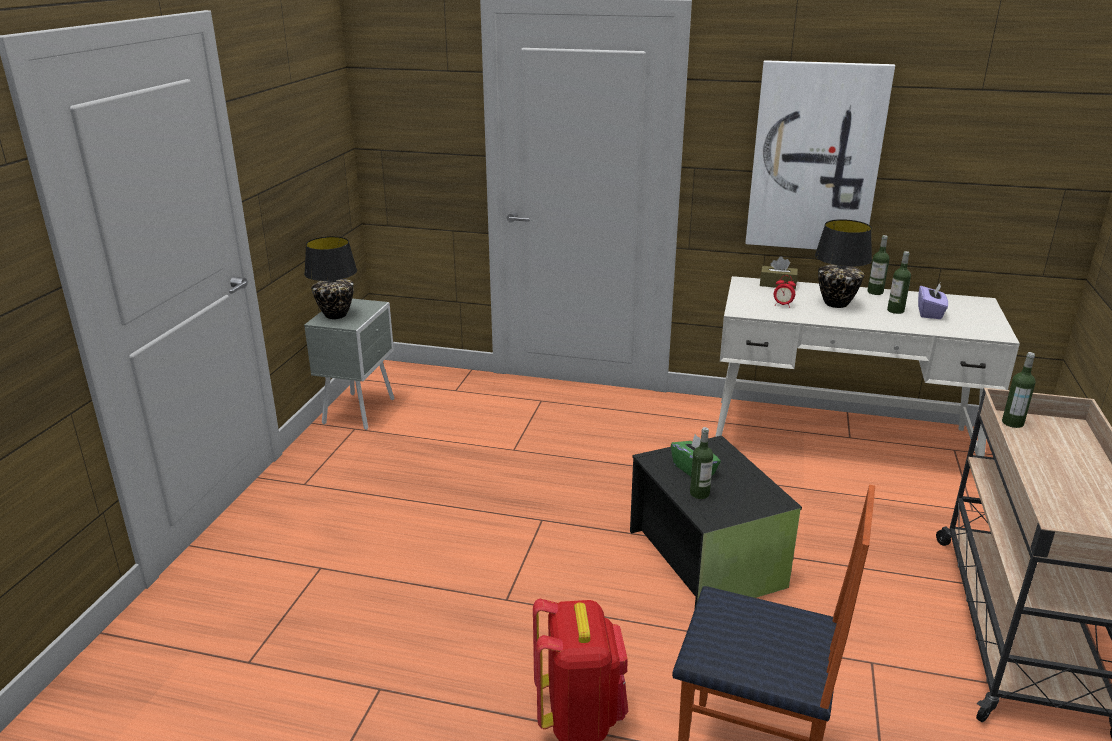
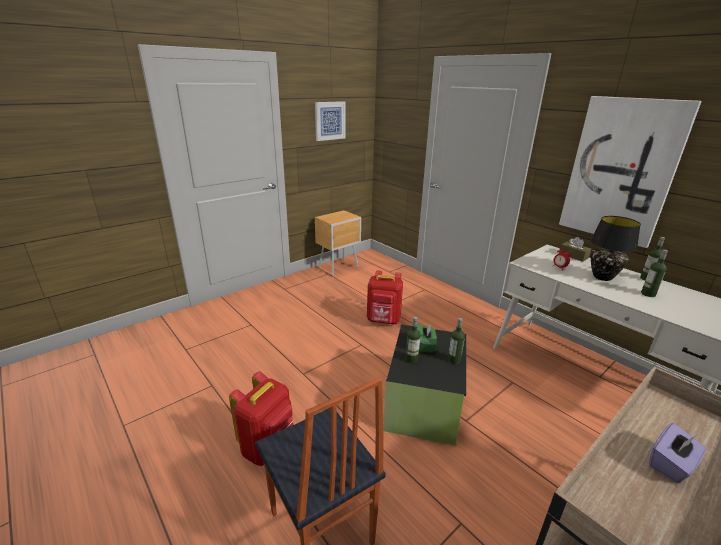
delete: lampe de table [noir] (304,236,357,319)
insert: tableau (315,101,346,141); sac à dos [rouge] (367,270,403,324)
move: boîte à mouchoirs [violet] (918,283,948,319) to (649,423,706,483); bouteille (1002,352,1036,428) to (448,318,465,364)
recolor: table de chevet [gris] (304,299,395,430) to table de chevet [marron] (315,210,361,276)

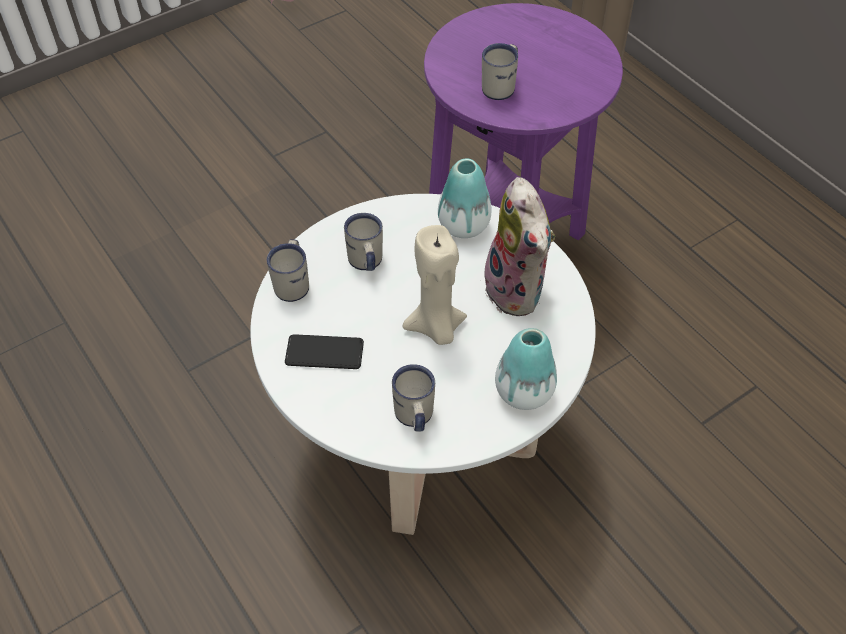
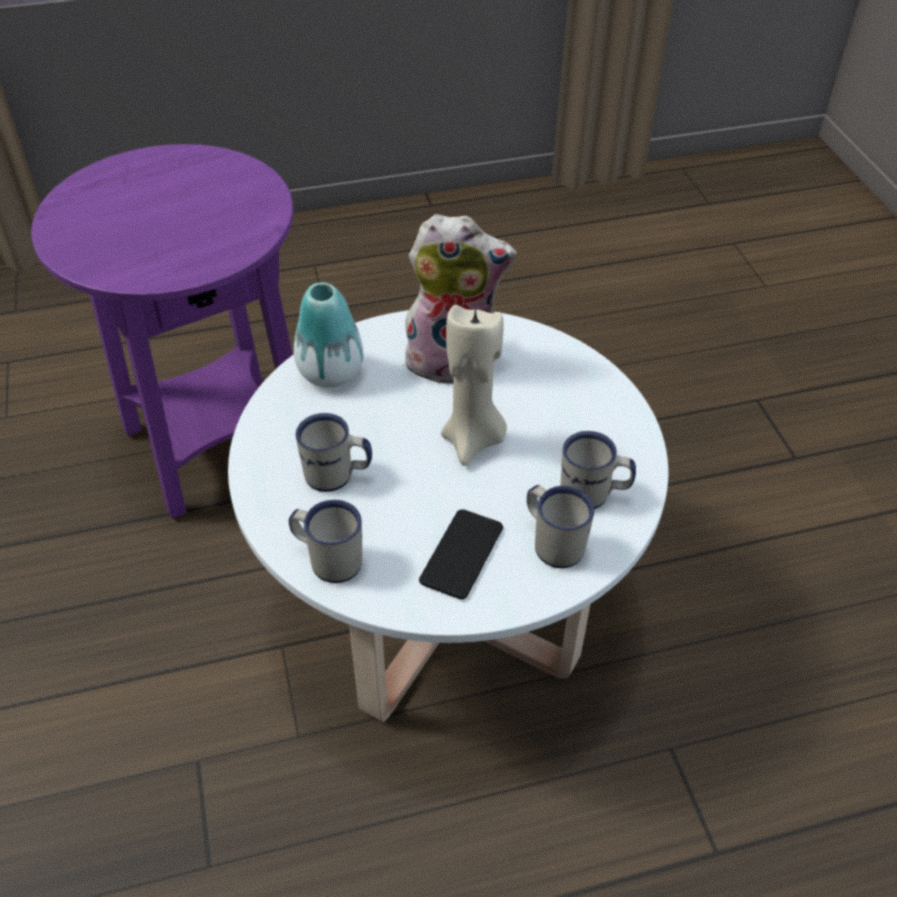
delete: vase (495,328,557,410)
move: mug [blanc] (482,43,518,100) to (527,485,594,568)

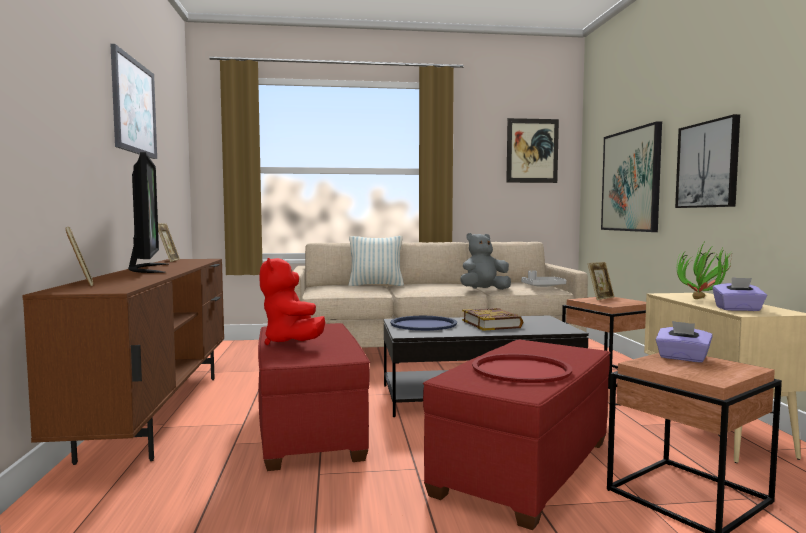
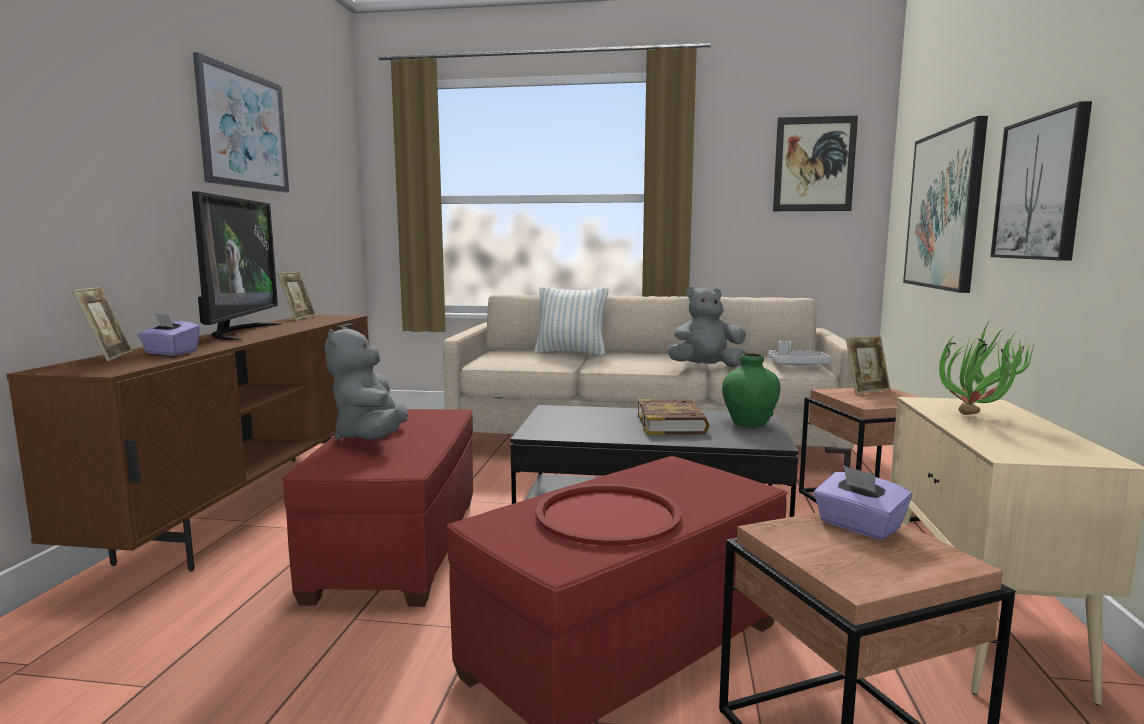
delete: plateau [bleu] (390,316,457,331)
insert: vase [vert] (722,353,781,428)
move: boîte à mouchoirs [violet] (713,277,767,311) to (137,313,200,356)
recolor: peluche [rouge] (259,258,325,345) to peluche [gris] (325,327,408,440)

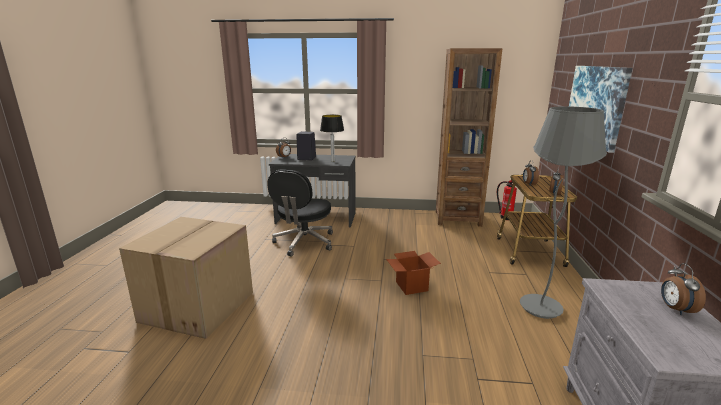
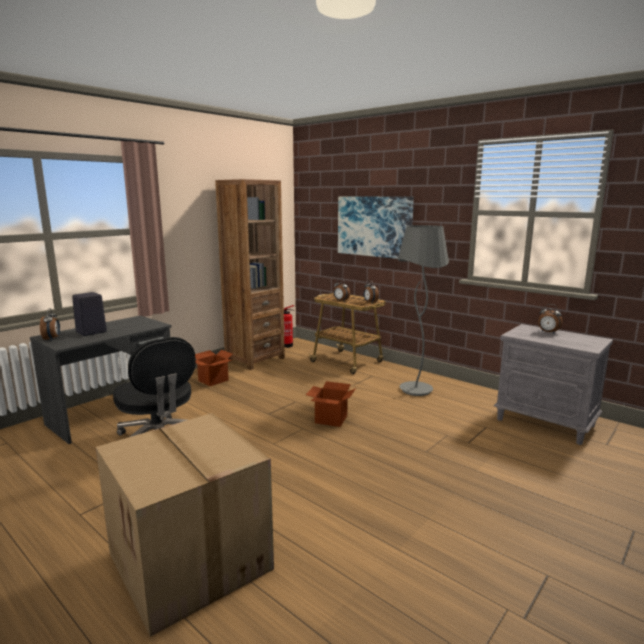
delete: lampe de table (320,115,344,162)
insert: carton (195,350,233,386)

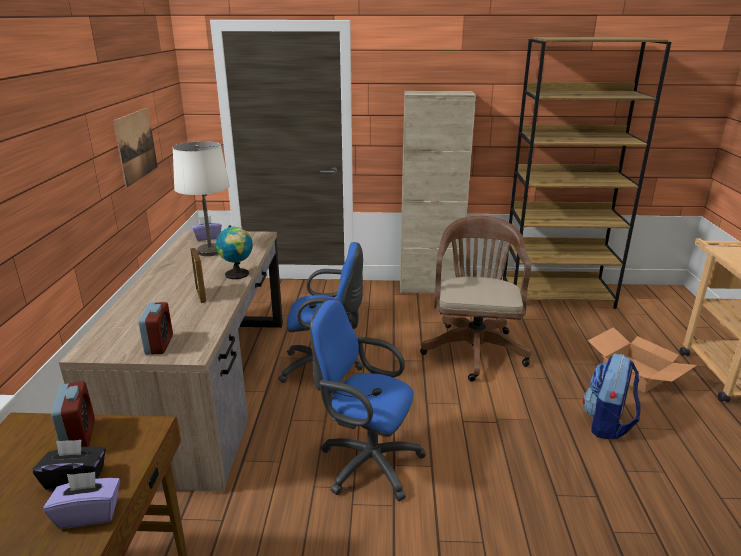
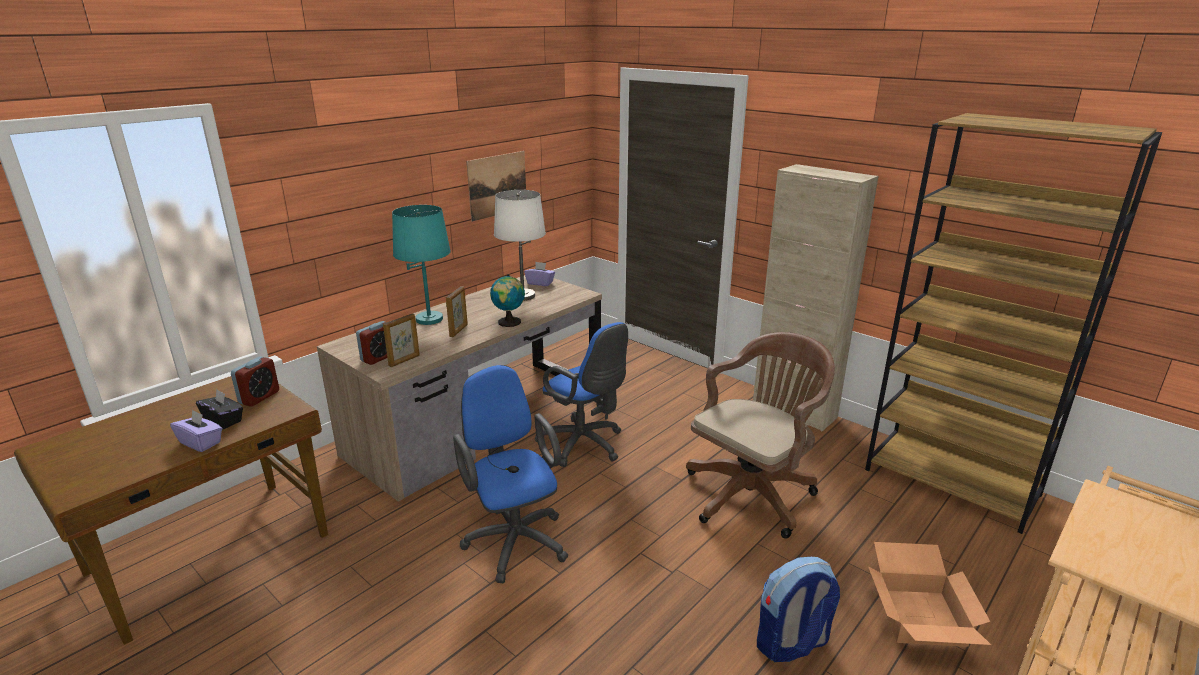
insert: cadre photo (383,313,420,367); lampe de table [turquoise] (392,205,451,325)

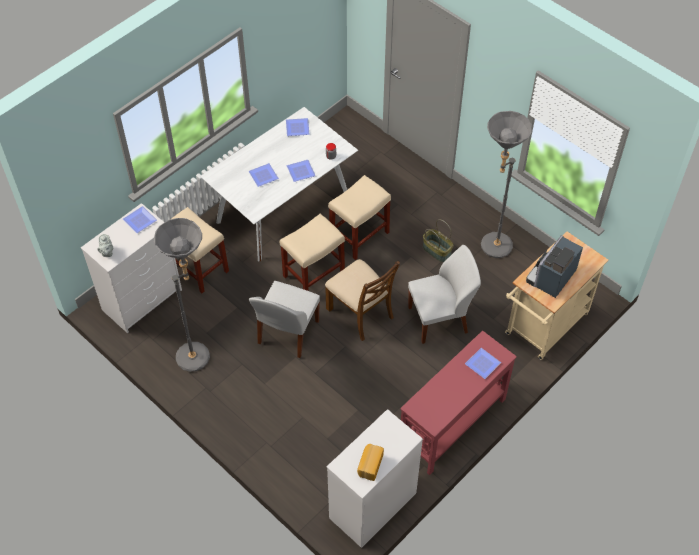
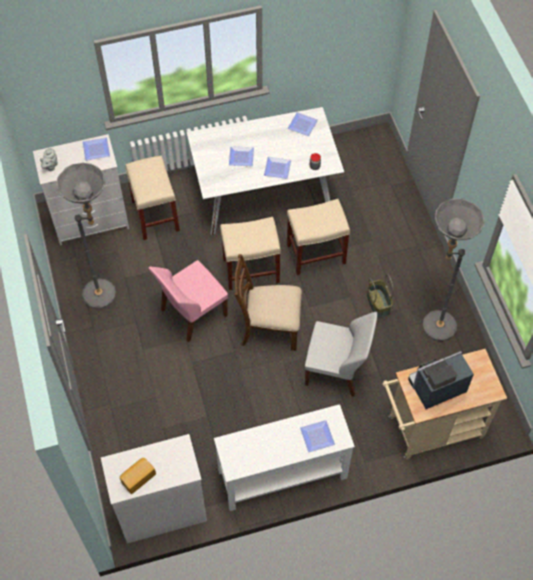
recolor: chaise [blanc] (249,281,320,358) to chaise [rose] (148,260,228,342); table console [rouge] (400,330,517,475) to table console [blanc] (214,404,355,511)
rotate: chaise [marron] (325,259,400,341) = (234,254,302,351) 105 degrees clockwise

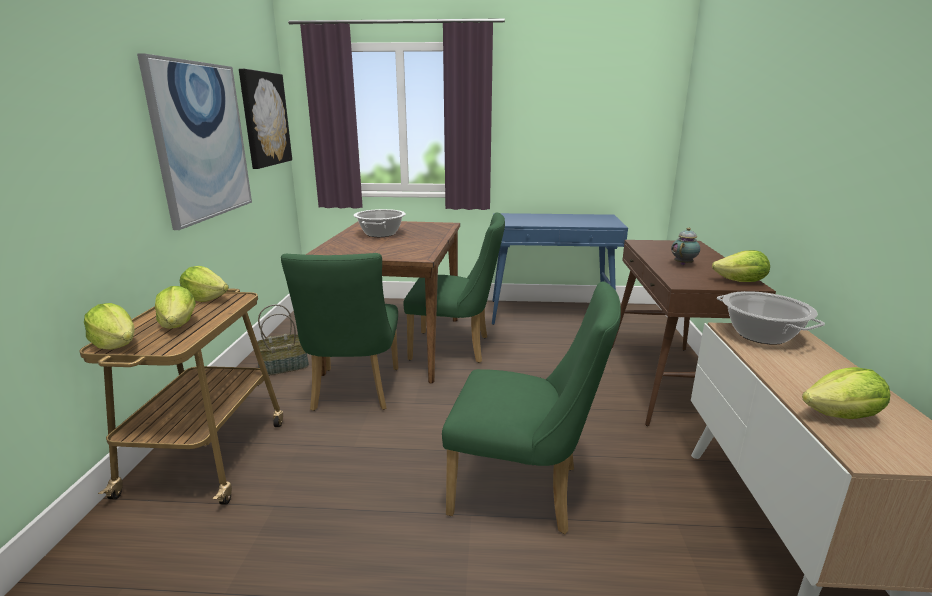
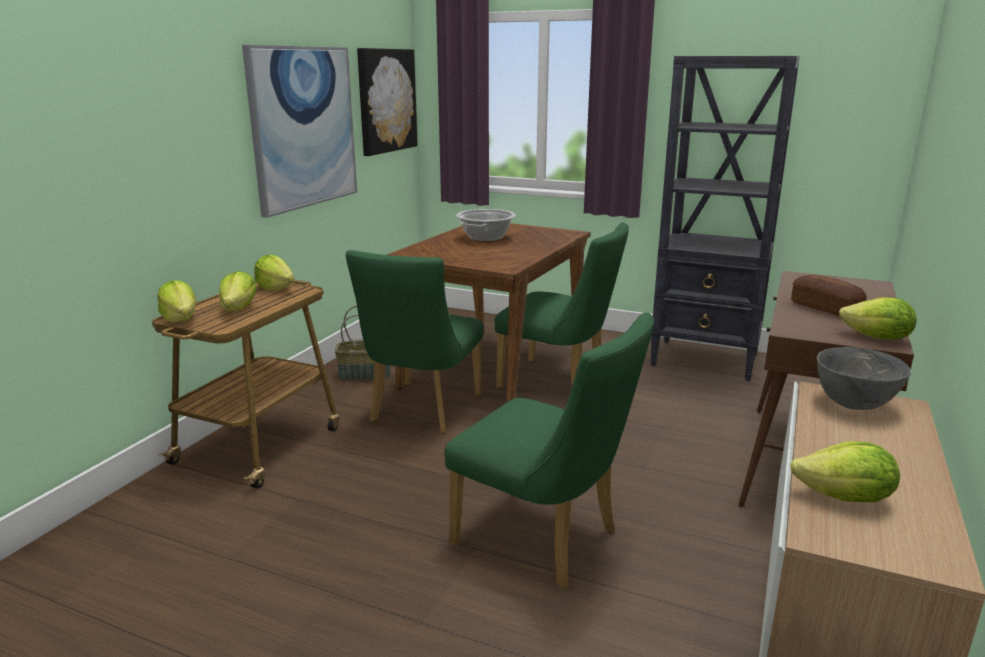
replace: table console [bleu] (492,213,628,325) to bibliothèque [noir] (650,56,800,381); théière (671,228,700,265) to pain (791,275,867,316); marmite (717,291,825,345) to bol [gris] (817,347,911,410)

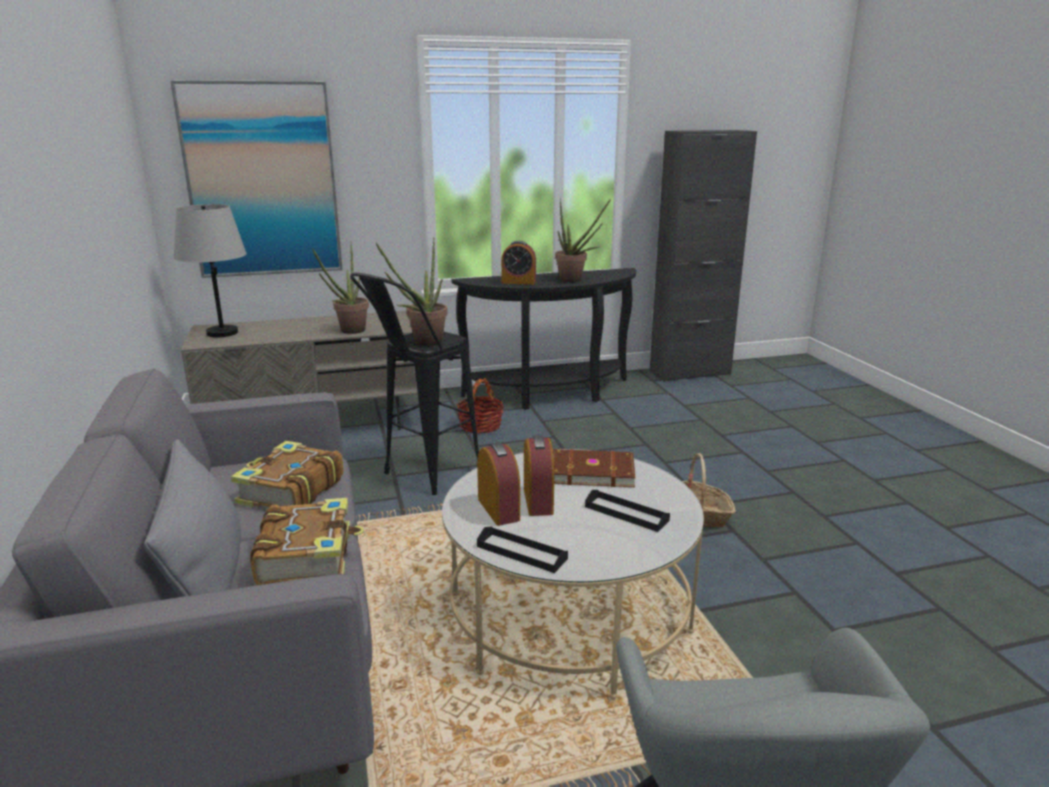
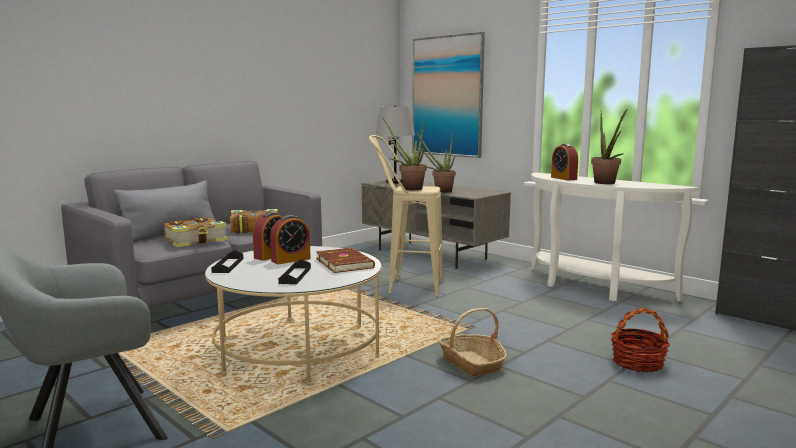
move: panier (456,378,504,433) to (611,308,670,372)
recolor: tabouret [noir] (350,273,479,495) to tabouret [beige] (369,135,444,296); table console [noir] (452,268,636,410) to table console [blanc] (531,172,699,302)

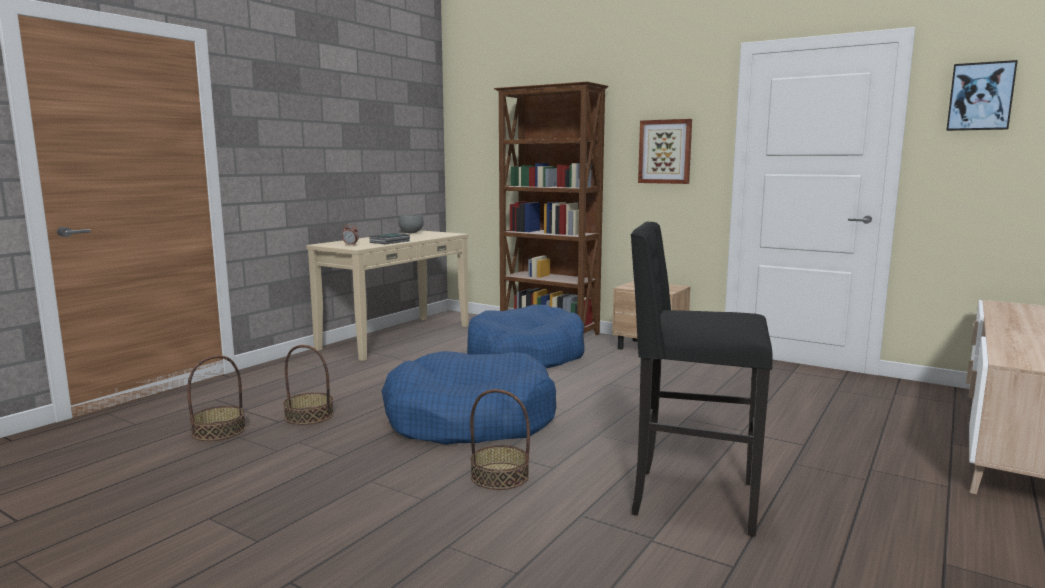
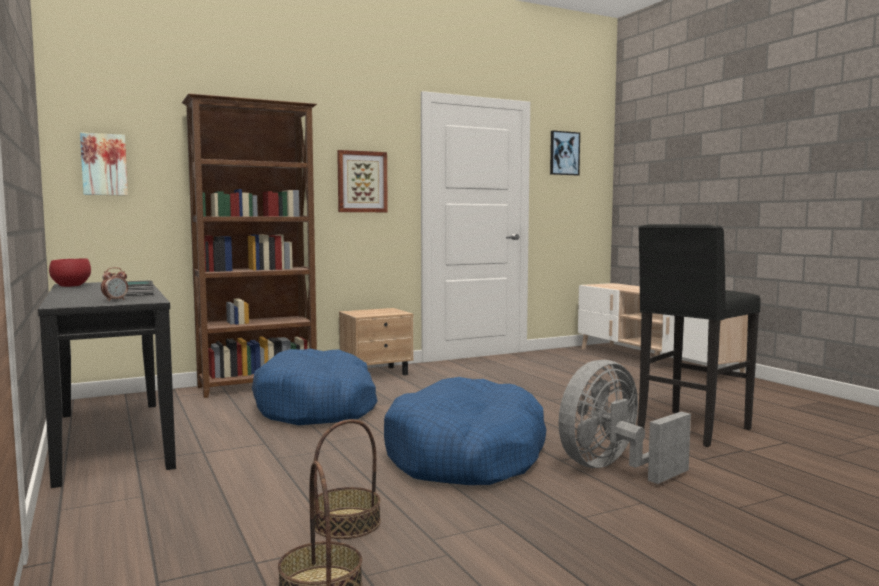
insert: tableau (80,132,128,196)
replace: panier (470,389,530,490) to ventilateur [gris] (558,360,691,484)
recolor: table console [beige] (306,231,469,361) to table console [noir] (38,280,176,488); bol [gris] (398,214,424,233) to bol [rouge] (49,259,91,287)

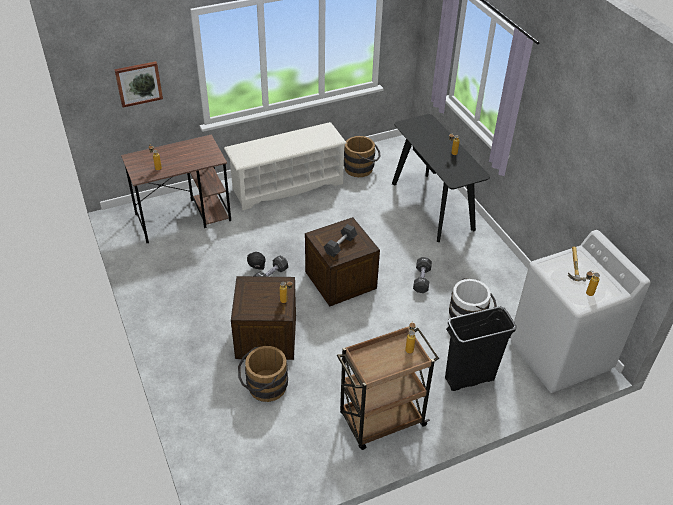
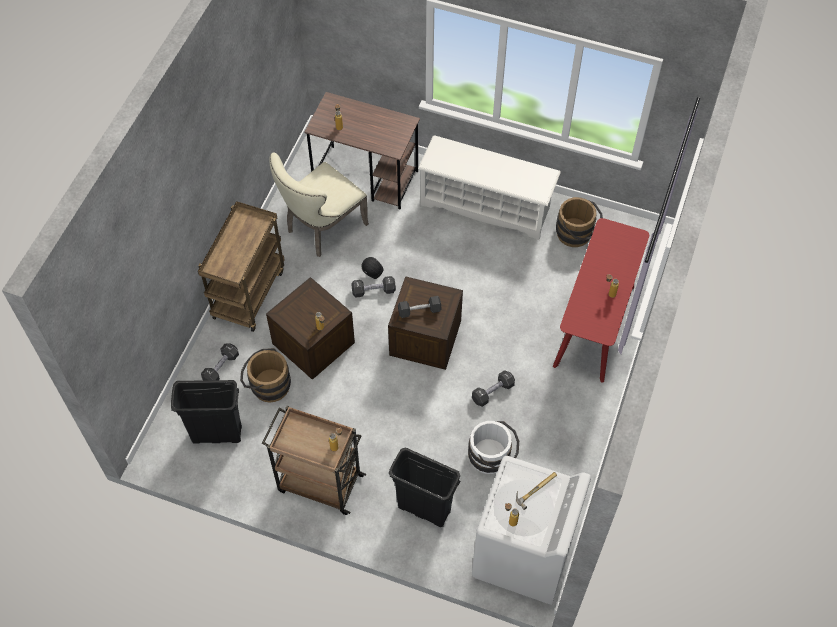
delete: tableau (114,61,163,108)
insert: poubelle [noir] (171,380,242,444); chariot [marron] (198,201,285,332); haltère [noir] (201,343,239,380); chaise [beige] (269,152,369,257)
recolor: table console [noir] (392,114,490,242) to table console [rouge] (553,218,649,383)

